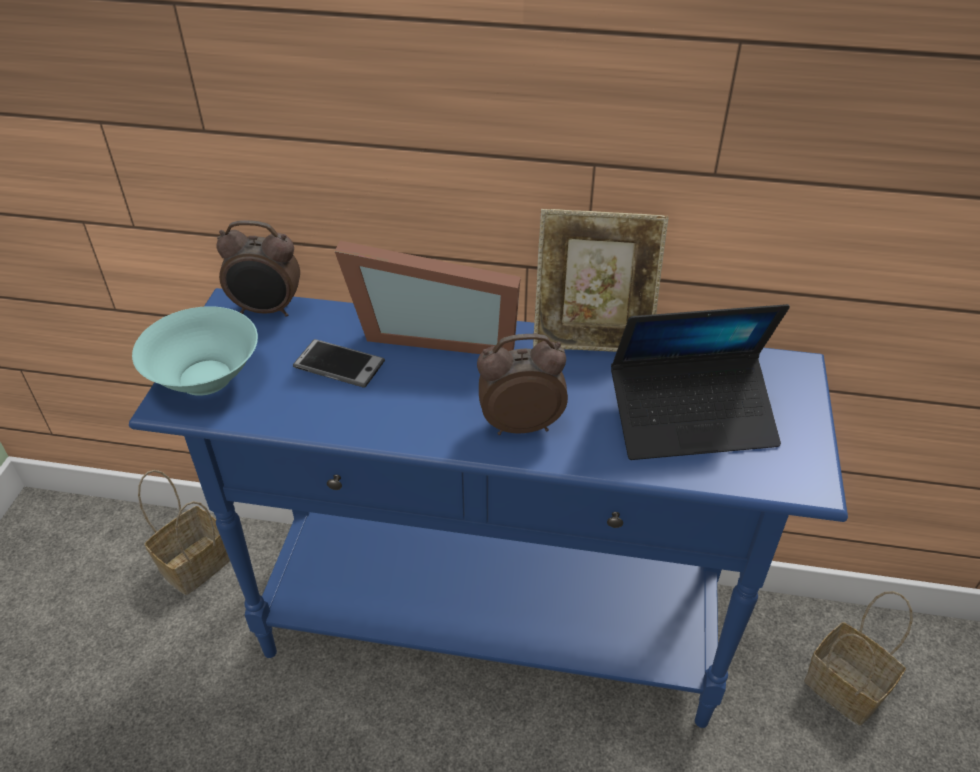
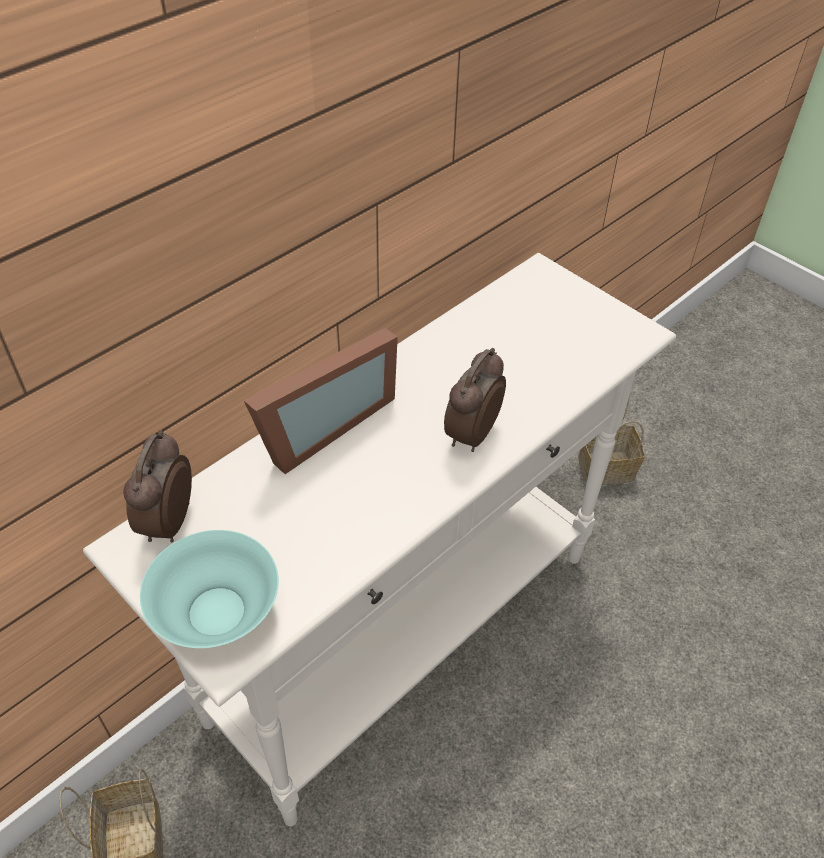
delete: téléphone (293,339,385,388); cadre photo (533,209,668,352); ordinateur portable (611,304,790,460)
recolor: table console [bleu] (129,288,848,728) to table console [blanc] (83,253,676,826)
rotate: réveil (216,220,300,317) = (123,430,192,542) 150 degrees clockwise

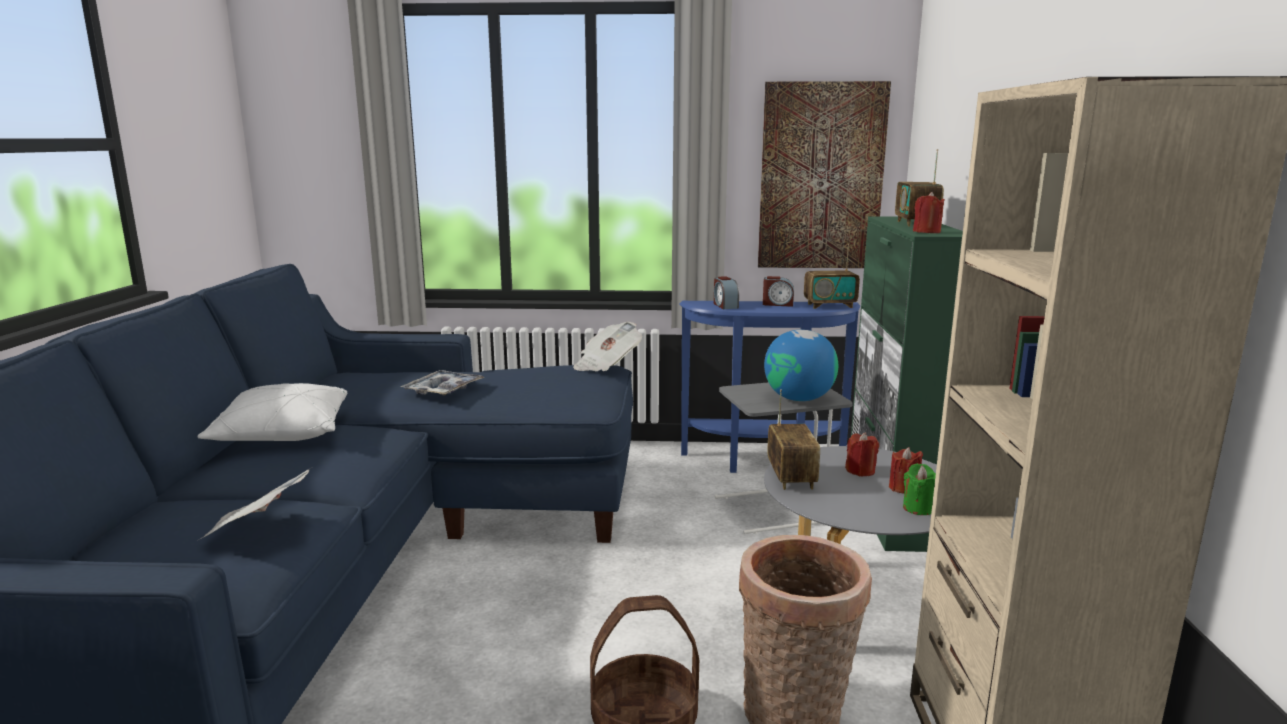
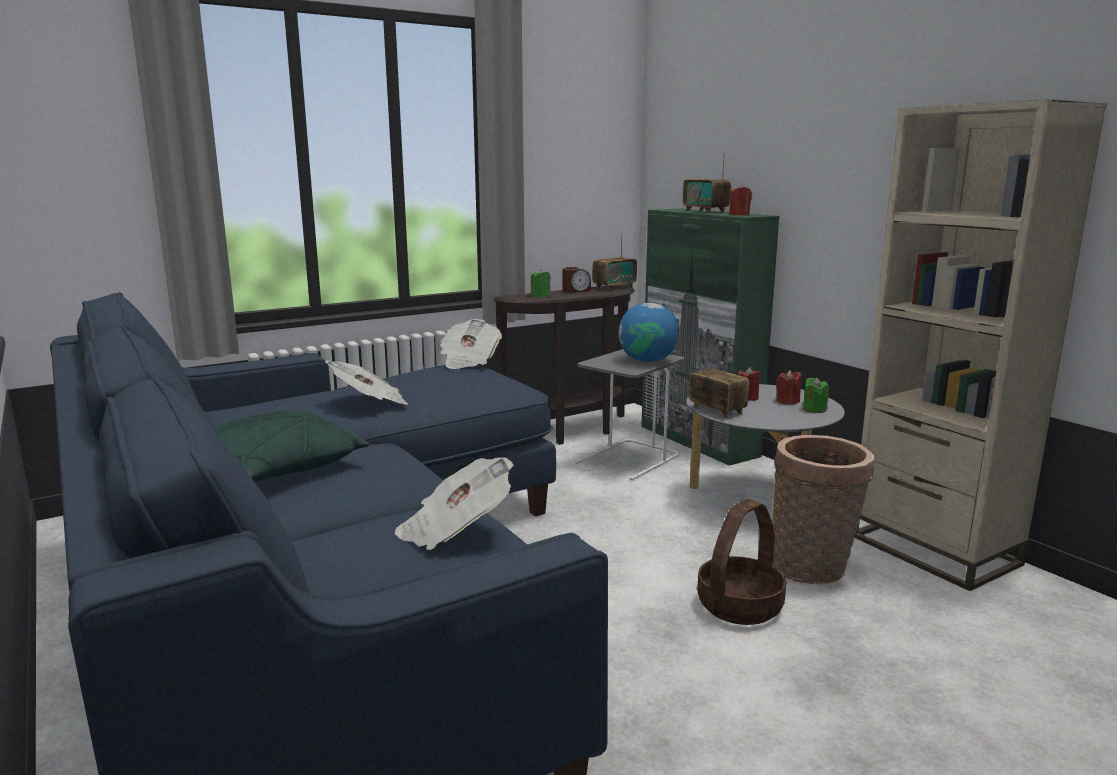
delete: tableau (758,81,891,268)
replace: plateau (401,370,485,395) to journal (325,360,408,405); réveil (714,276,739,309) to bougie [vert] (531,269,551,297)
recolor: coussin [blanc] (198,383,347,441) to coussin [vert] (216,410,369,481); table console [bleu] (679,301,860,473) to table console [marron] (493,284,635,445)

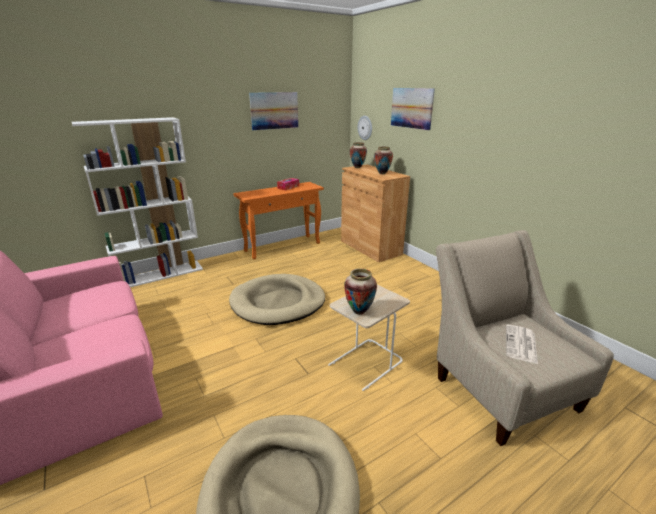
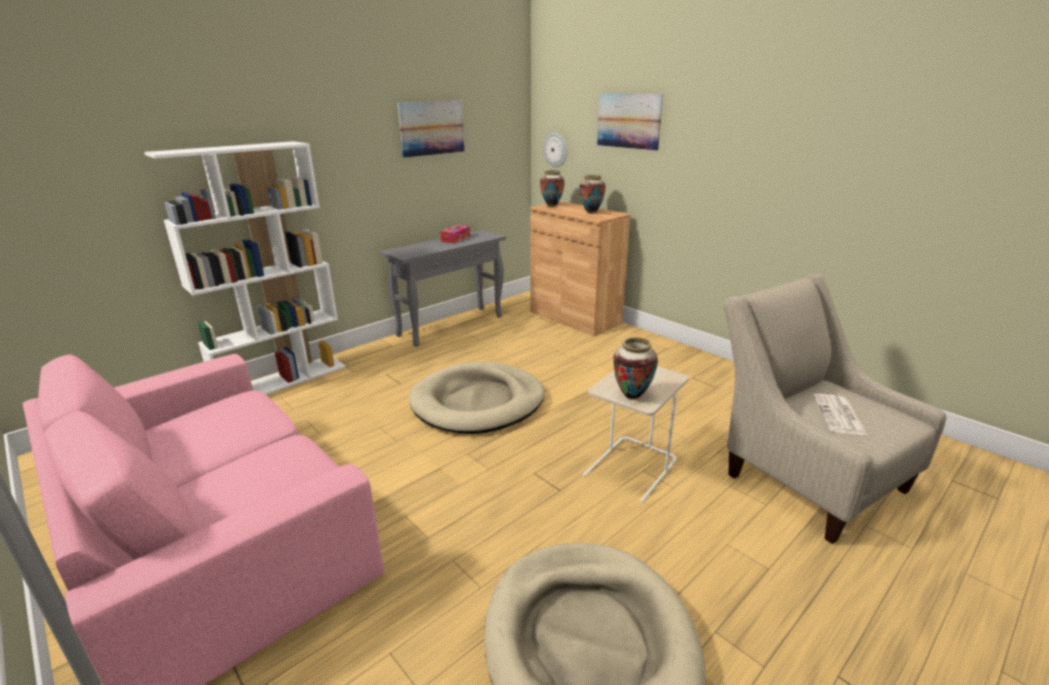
recolor: table console [orange] (233,182,324,259) to table console [gris] (379,230,506,347)

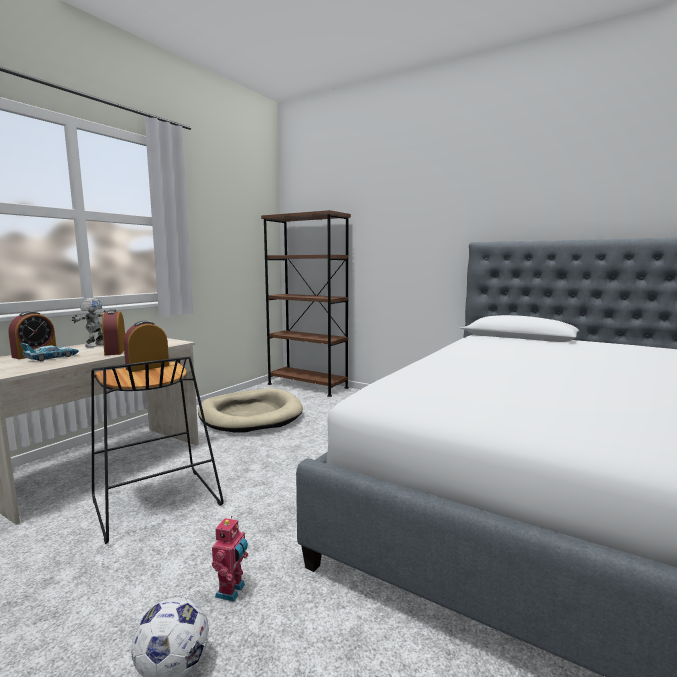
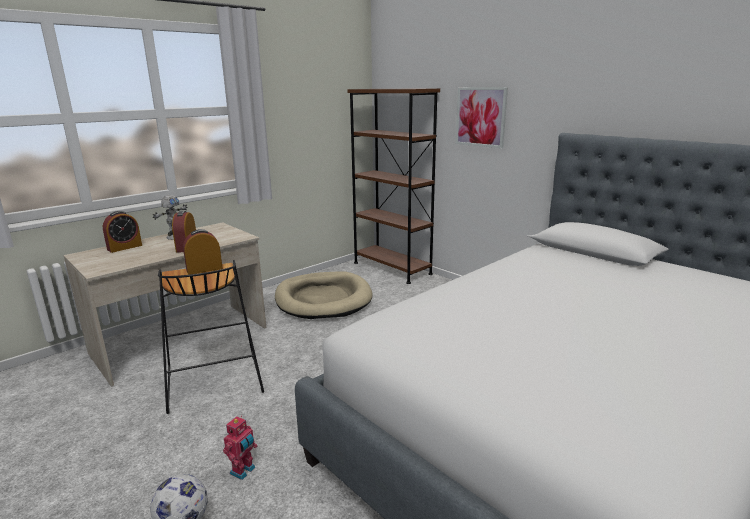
delete: petite voiture (20,343,79,361)
insert: tableau (456,87,508,148)

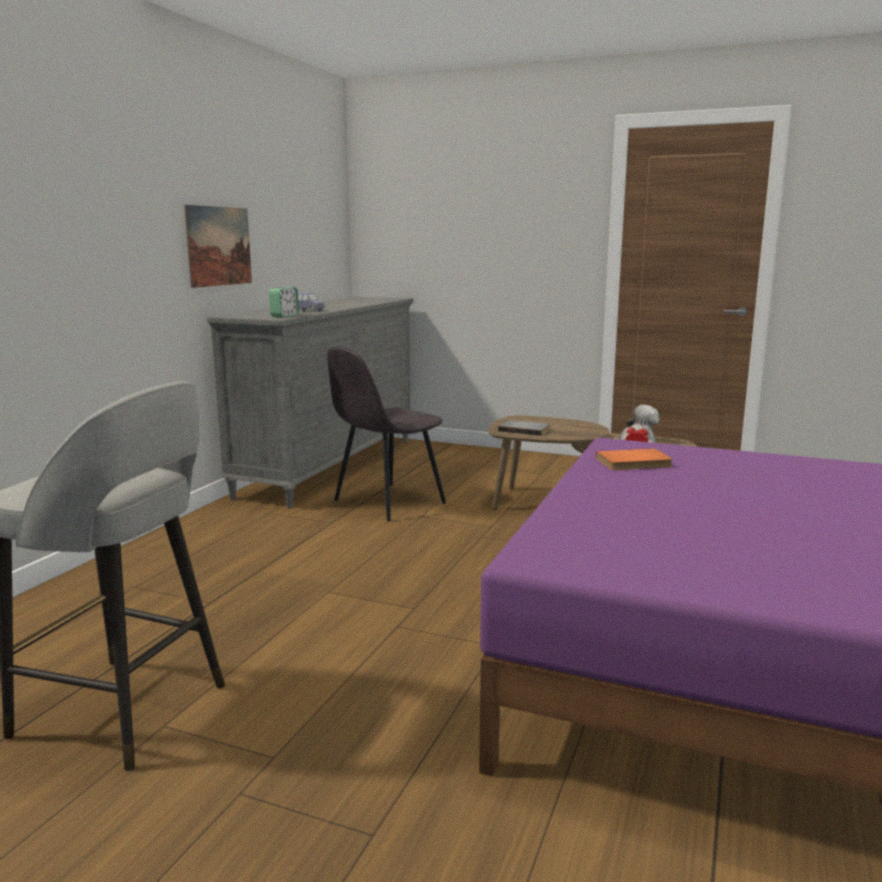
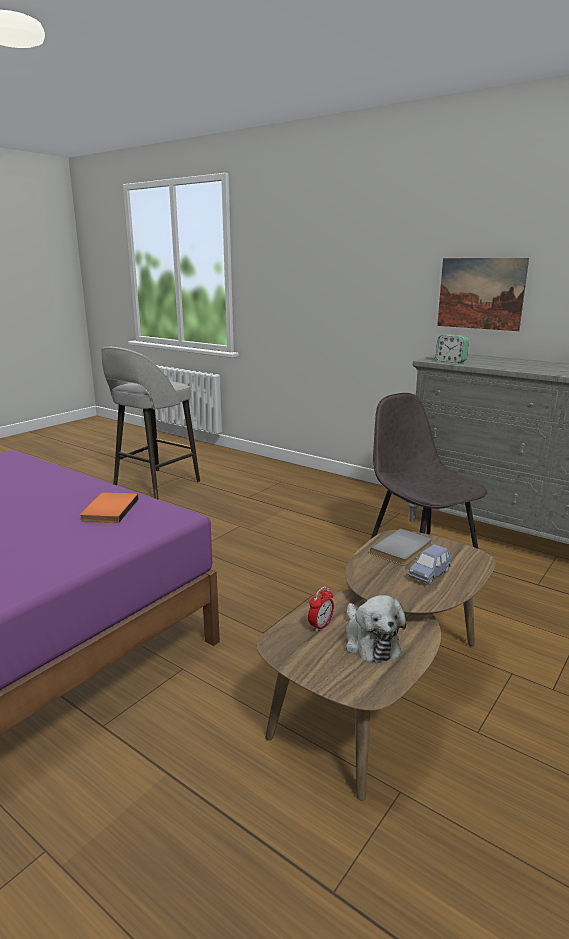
move: petite voiture [bleu] (298,292,325,311) to (408,544,451,585)

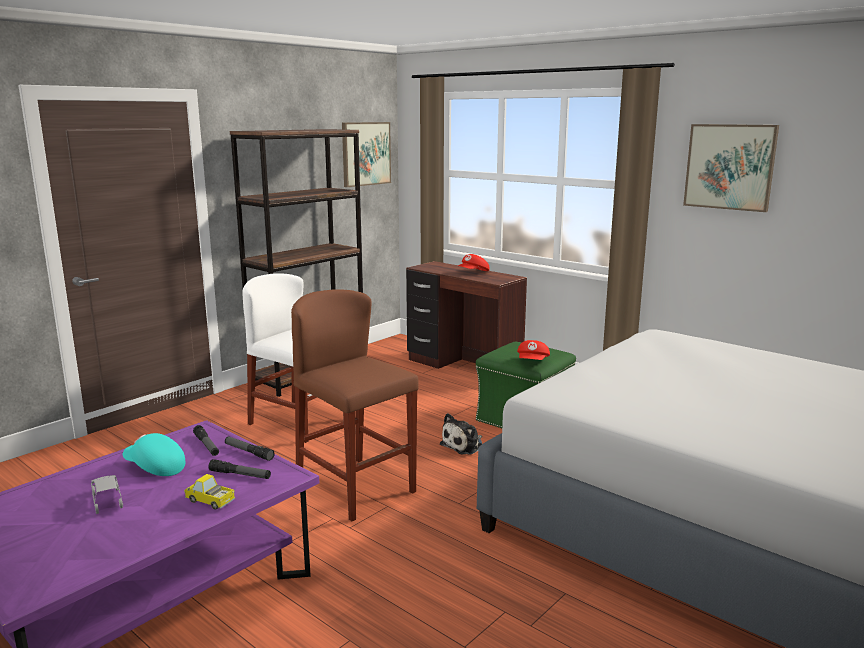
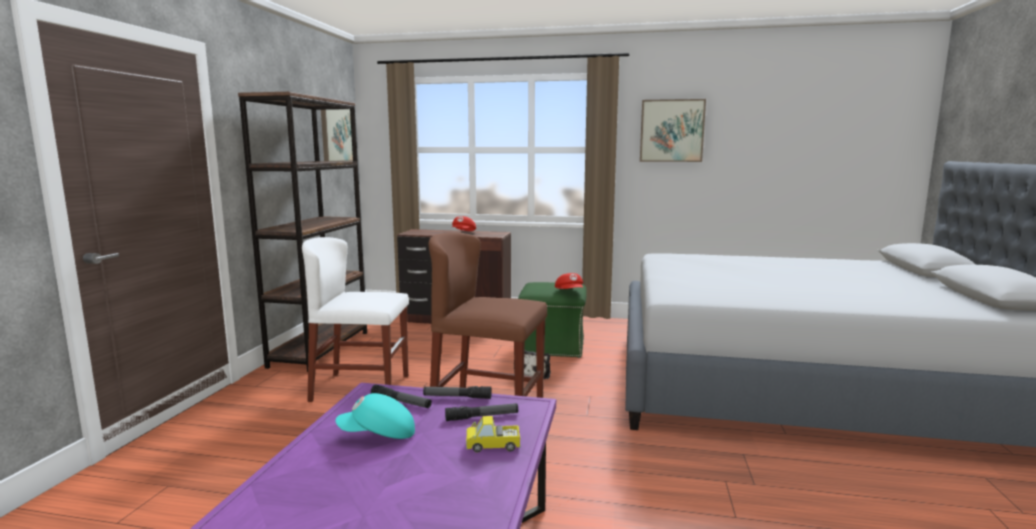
delete: petite voiture [gris] (91,475,123,514)

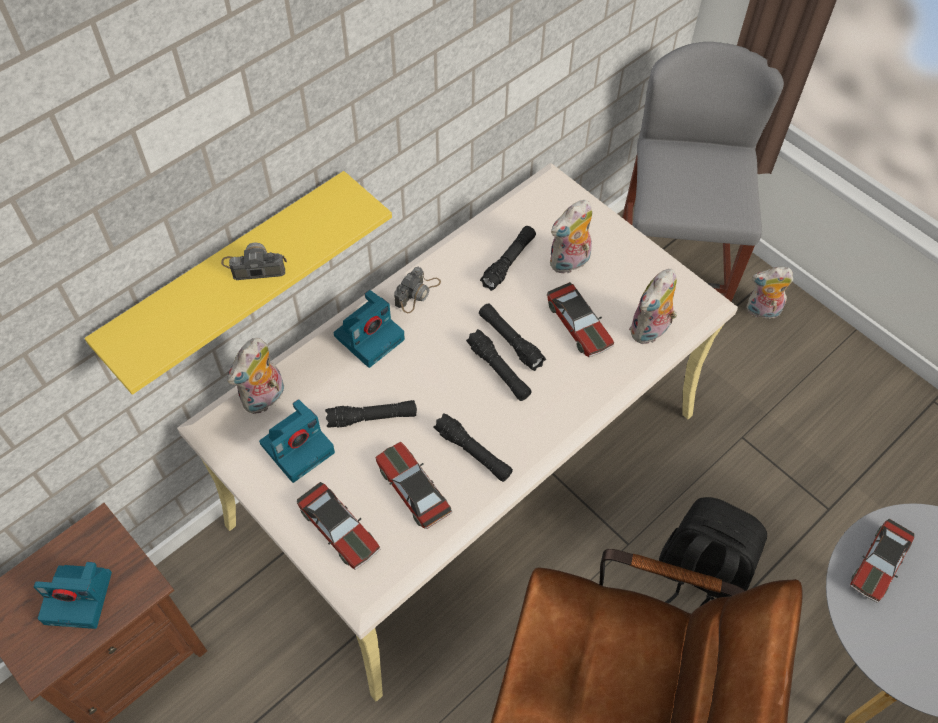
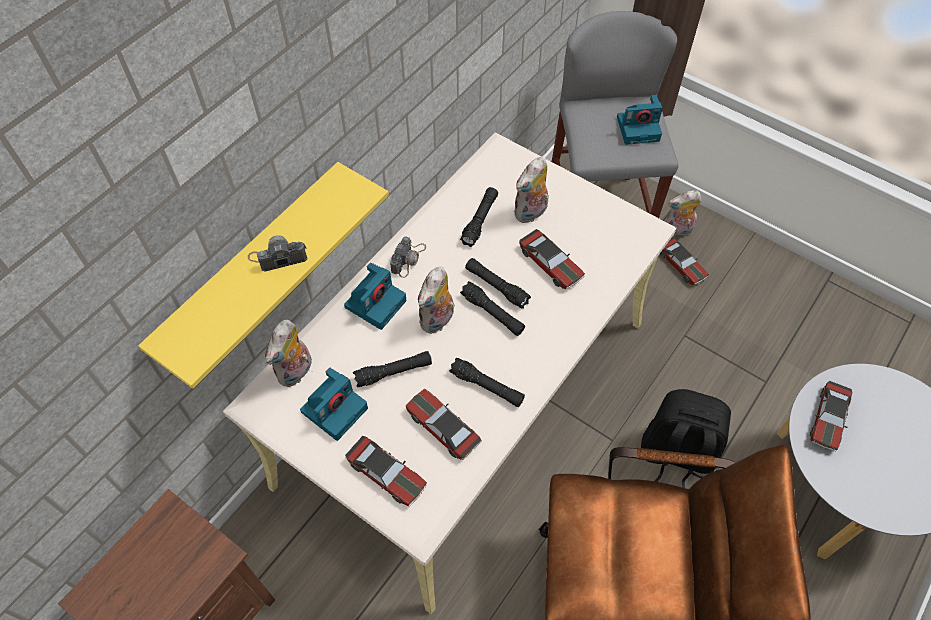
insert: petite voiture (660,237,709,285)
move: appareil photo (34,562,112,629) to (617,95,663,145); peluche (629,269,677,345) to (418,266,455,334)

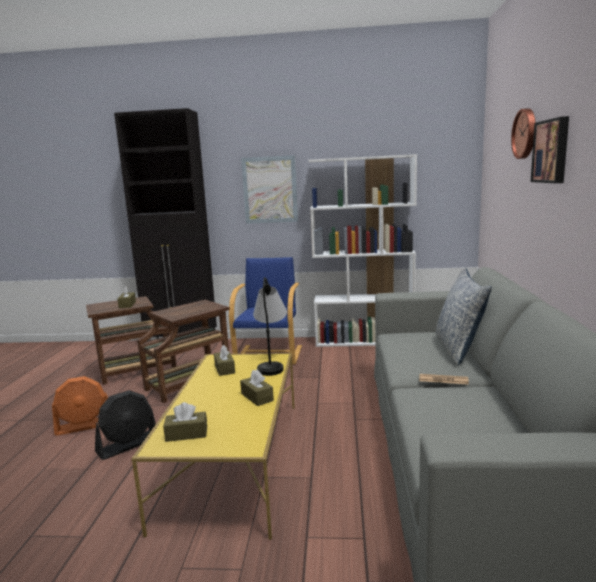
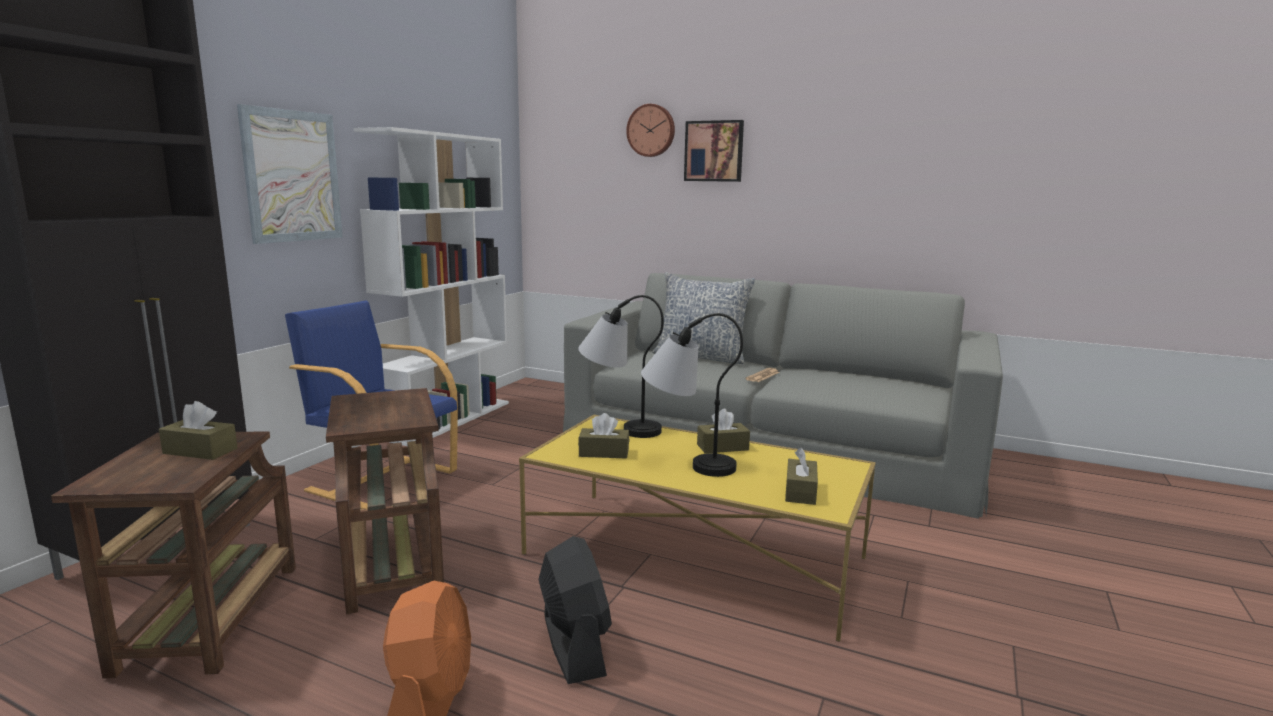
insert: lampe de table (641,313,743,477)

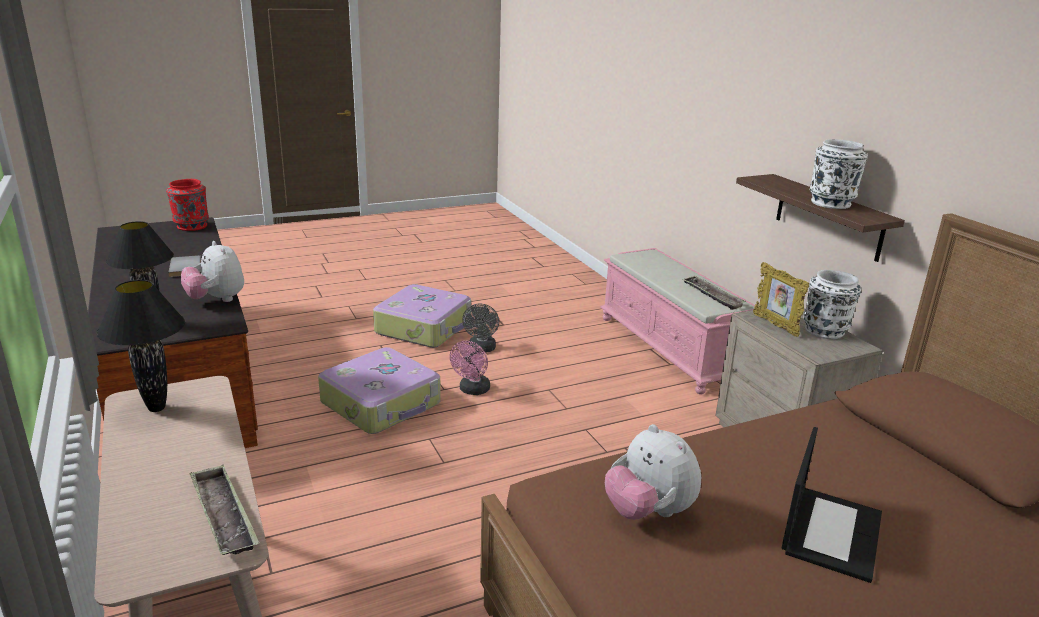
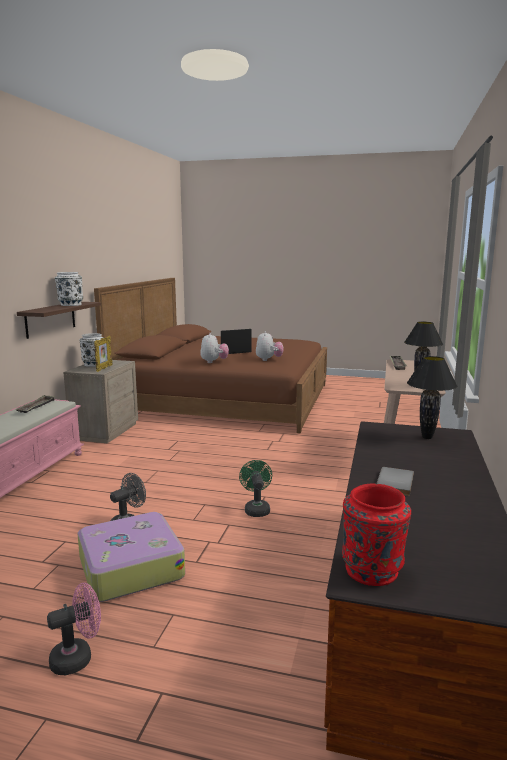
move: peluche (181,241,244,302) to (200,333,229,363); ventilateur [rose] (450,341,490,395) to (47,583,101,675)
replace: valise (318,347,441,434) to ventilateur [vert] (239,460,272,517)

